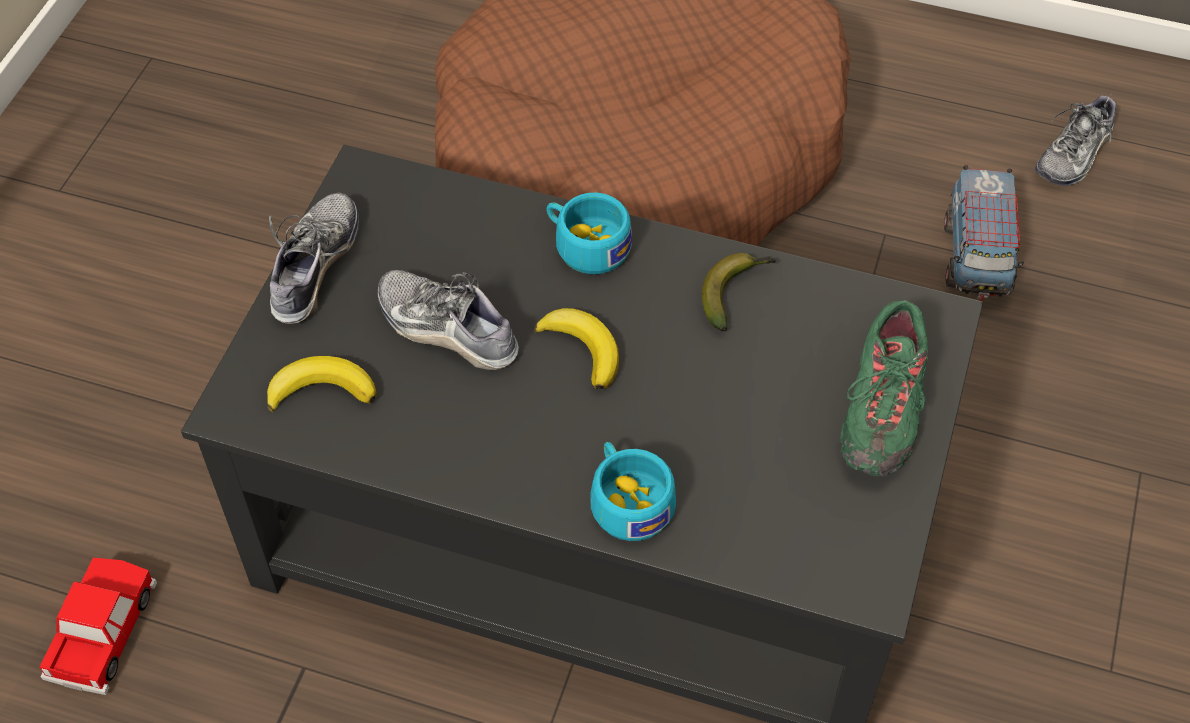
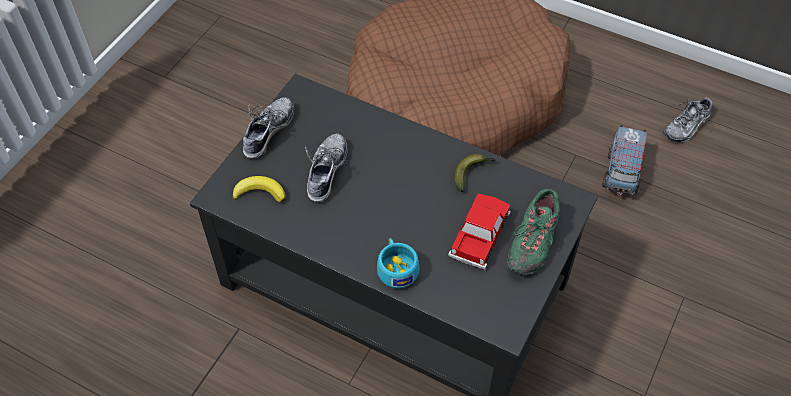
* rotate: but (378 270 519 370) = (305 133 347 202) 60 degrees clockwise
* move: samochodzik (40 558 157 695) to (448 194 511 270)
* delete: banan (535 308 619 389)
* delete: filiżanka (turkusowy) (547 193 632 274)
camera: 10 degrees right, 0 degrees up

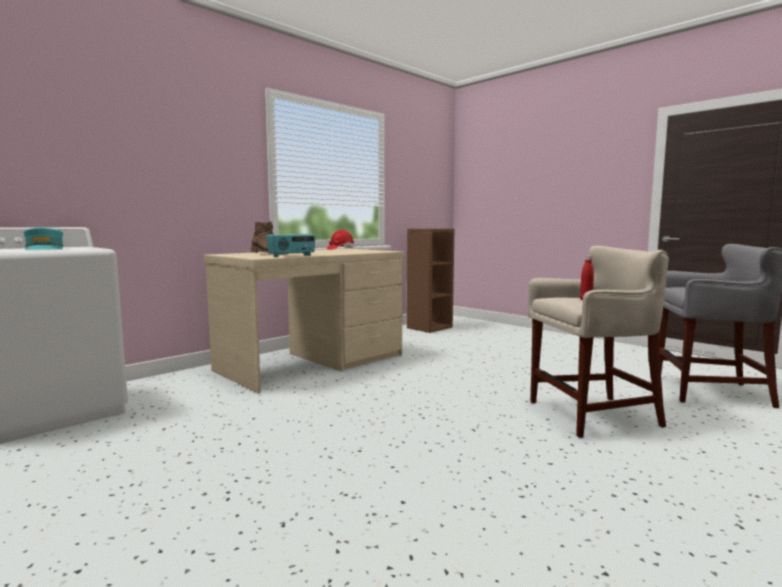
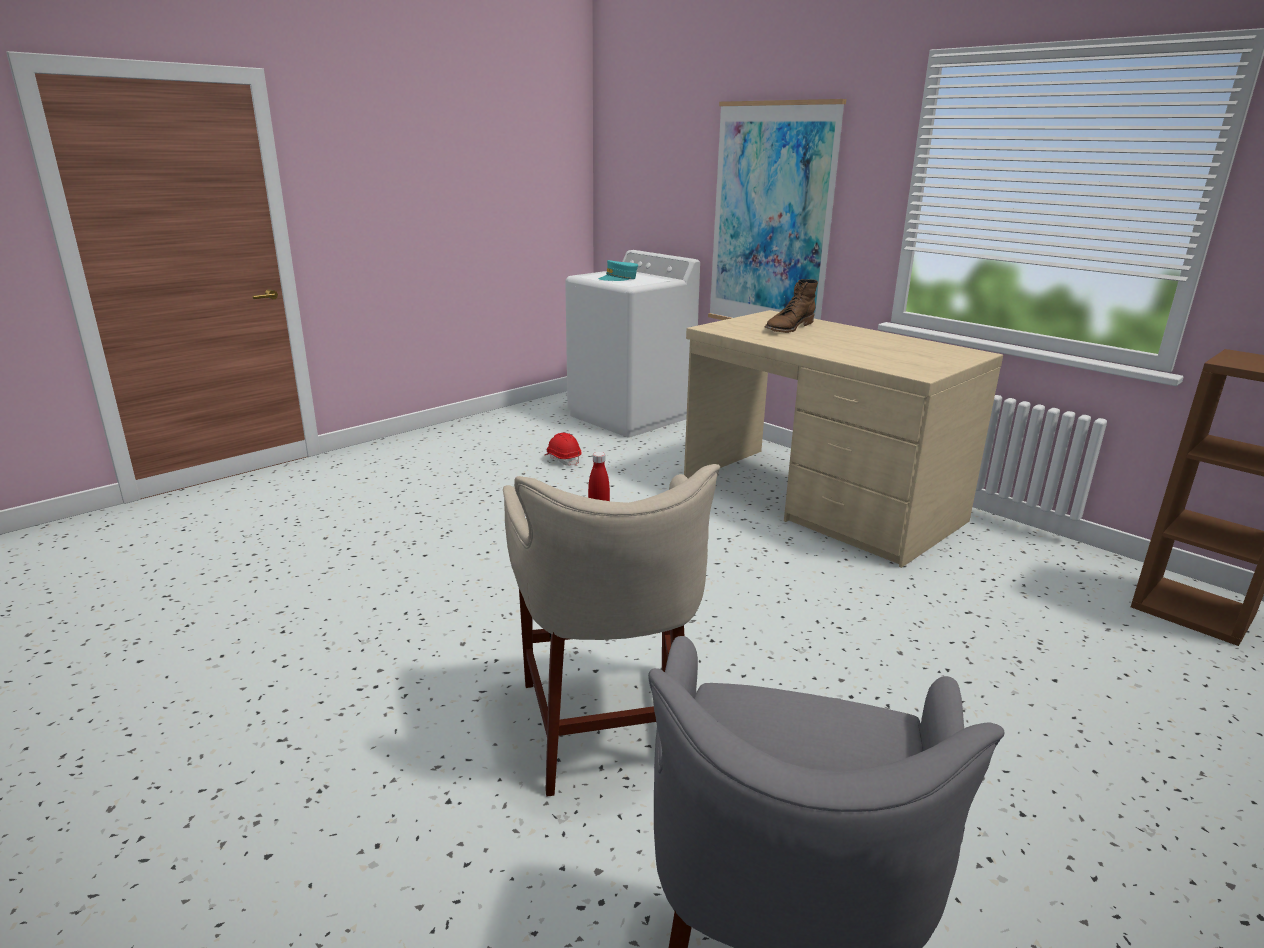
* move: kask (czerwony) (326 230 354 250) to (545 433 582 466)
* insert: obraz (708 99 846 320)
* delete: radio (266 234 316 257)
camera: 90 degrees right, 15 degrees up

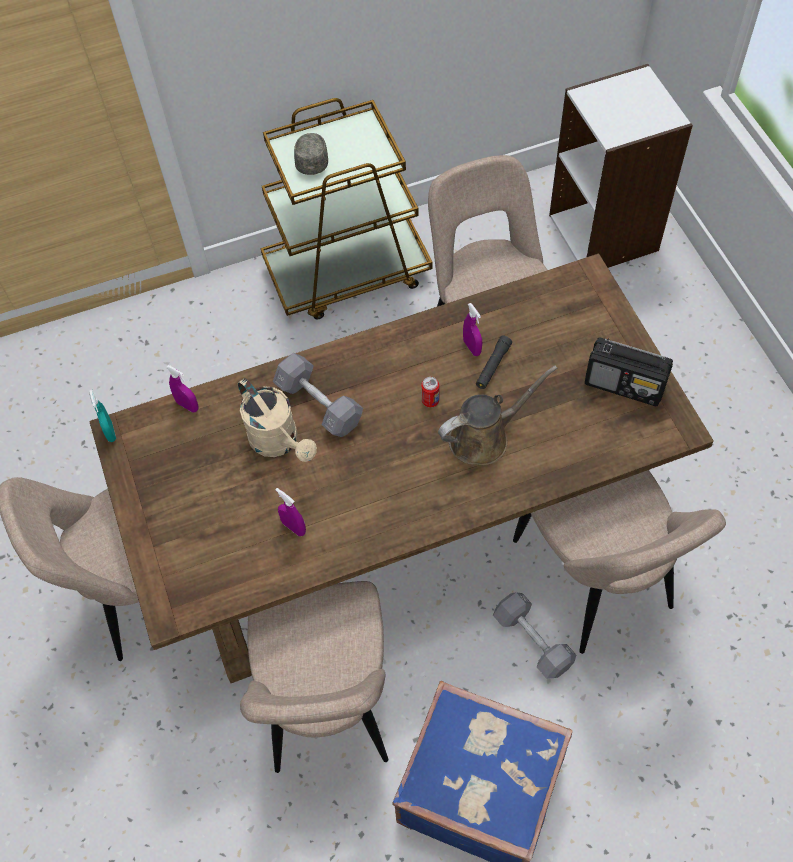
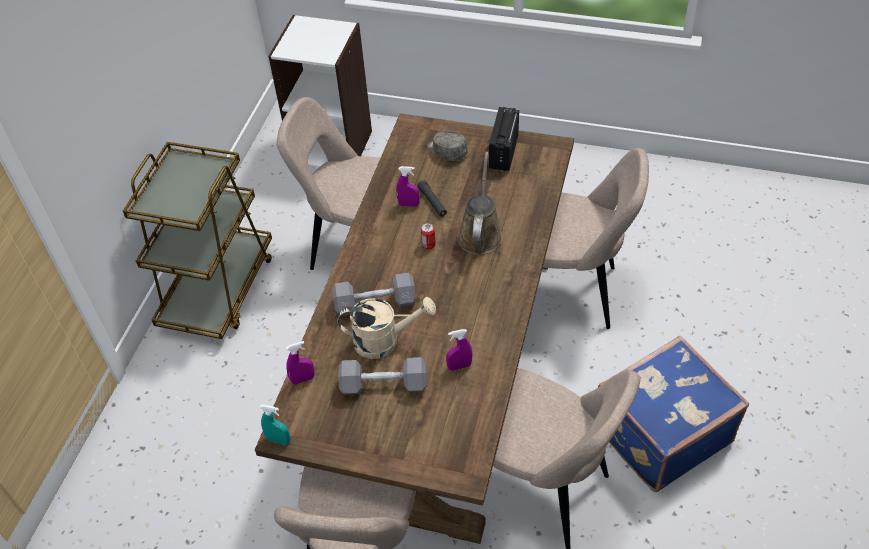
* move: hantel (szary) (493 592 576 679) to (338 357 427 394)
* move: czapka z daszkiem (szary) (294 133 328 175) to (427 131 468 161)
* rotate: radio (585 337 673 406) = (488 107 519 171) 135 degrees clockwise
camera: 55 degrees left, 10 degrees down

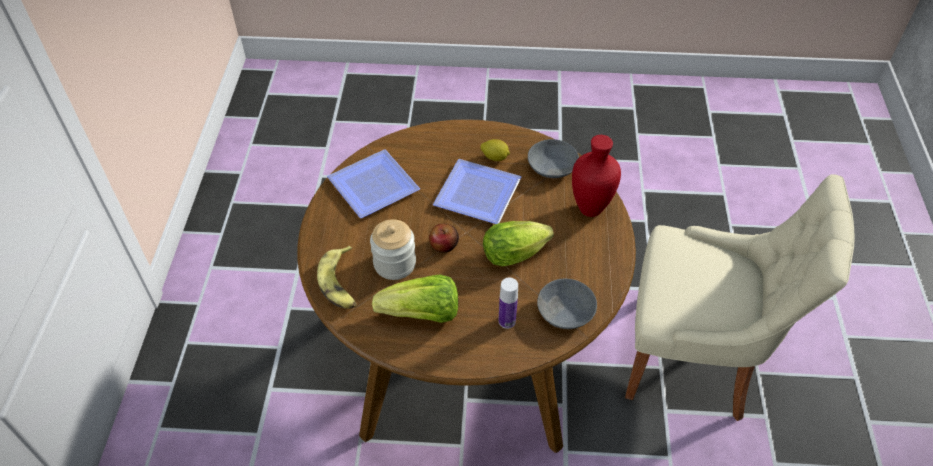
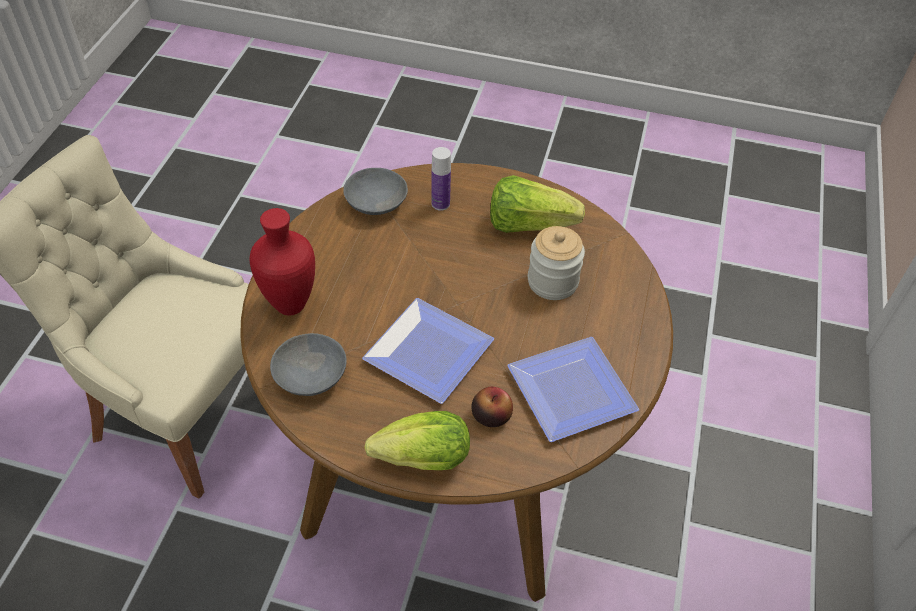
* move: sałata (483 221 554 266) to (364 411 470 470)
* move: jabłko (429 223 459 252) to (471 387 513 427)
* delete: banan (317 246 357 309)
* delete: cytryna (481 139 510 161)
camera: 170 degrees left, 0 degrees up

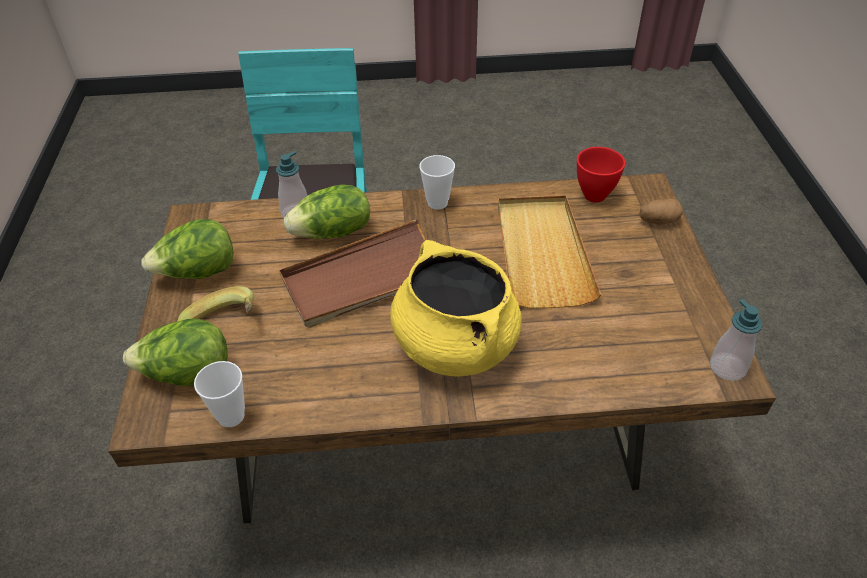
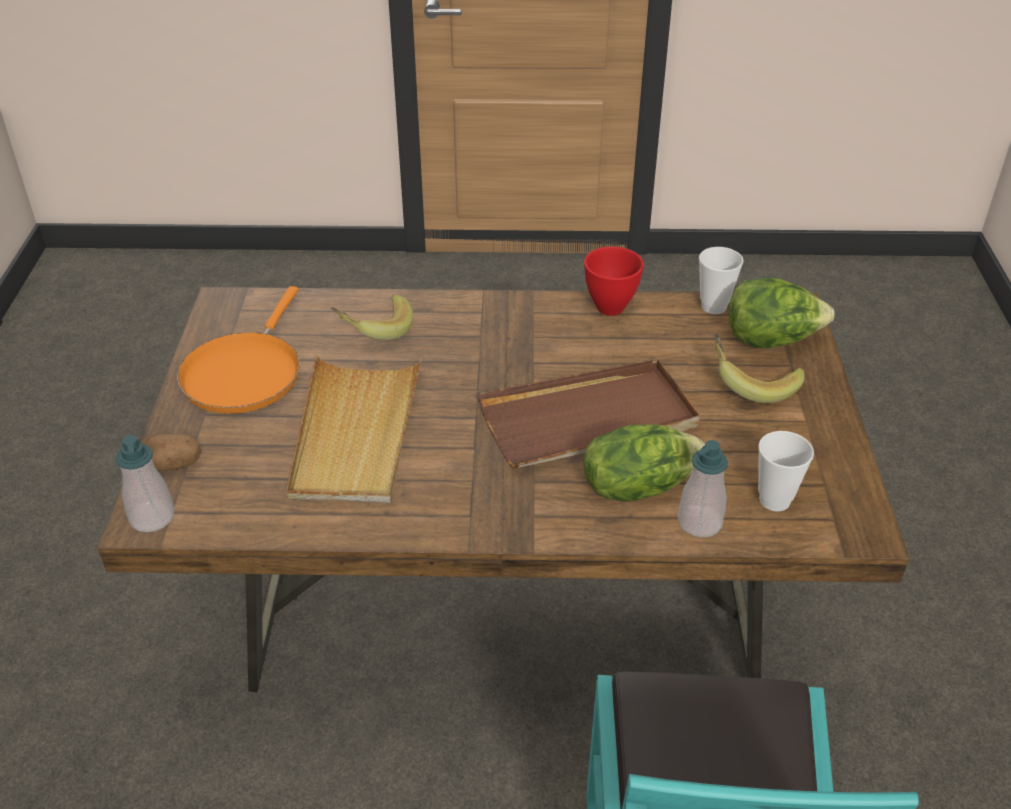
* move: dozownik mydła (710 299 763 381) to (116 435 175 532)
* insert: patelnia (pomarańczowy) (177 286 300 414)
* insert: banan (330 294 413 340)
* move: miska (czerwony) (577 147 625 203) to (584 246 644 316)
* move: filiżanka (419 155 455 210) to (758 431 814 511)
* delete: sałata (142 219 234 279)
* delete: garnek (żółty) (390 240 522 377)
camera: 175 degrees left, 5 degrees down

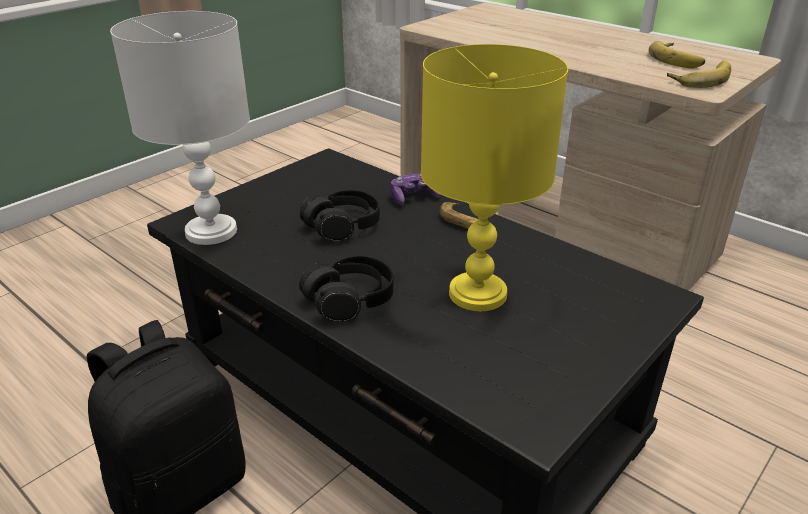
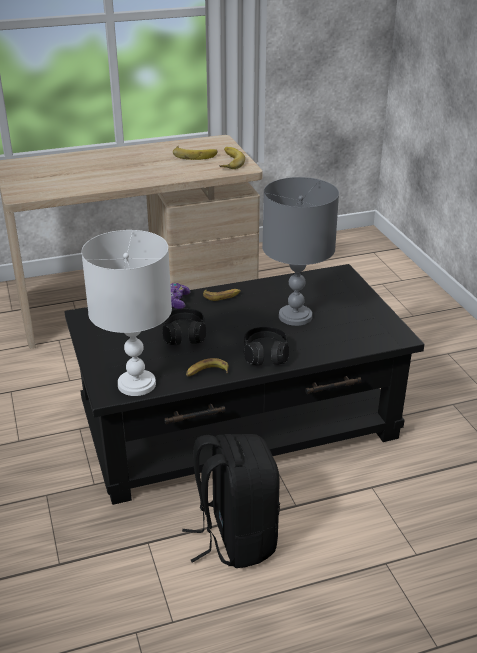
* insert: banan (186 358 229 377)
* recolor: lampa stołowa (żółty) (421 44 568 311) to lampa stołowa (szary) (262 177 339 326)
camera: 60 degrees left, 0 degrees up

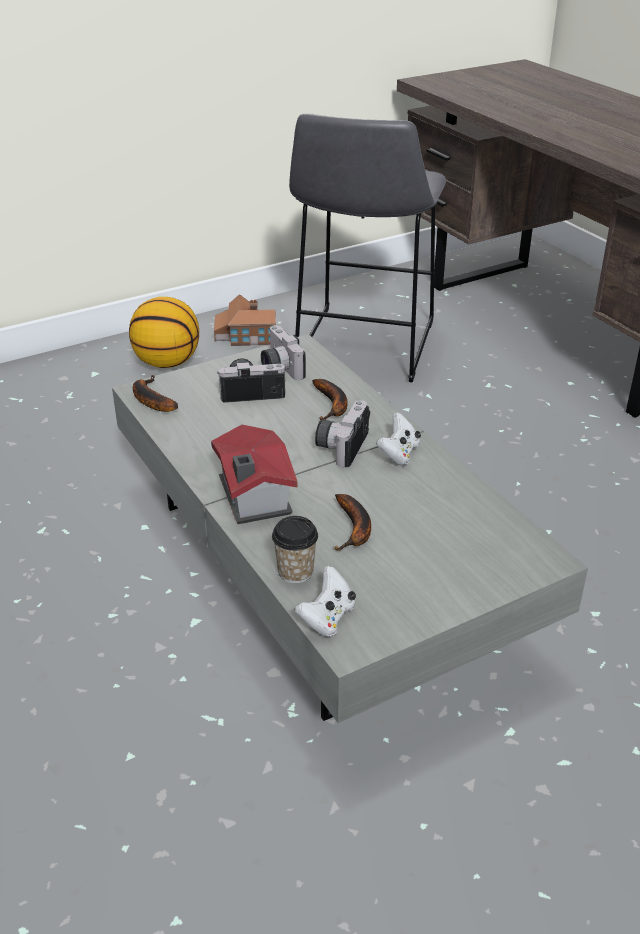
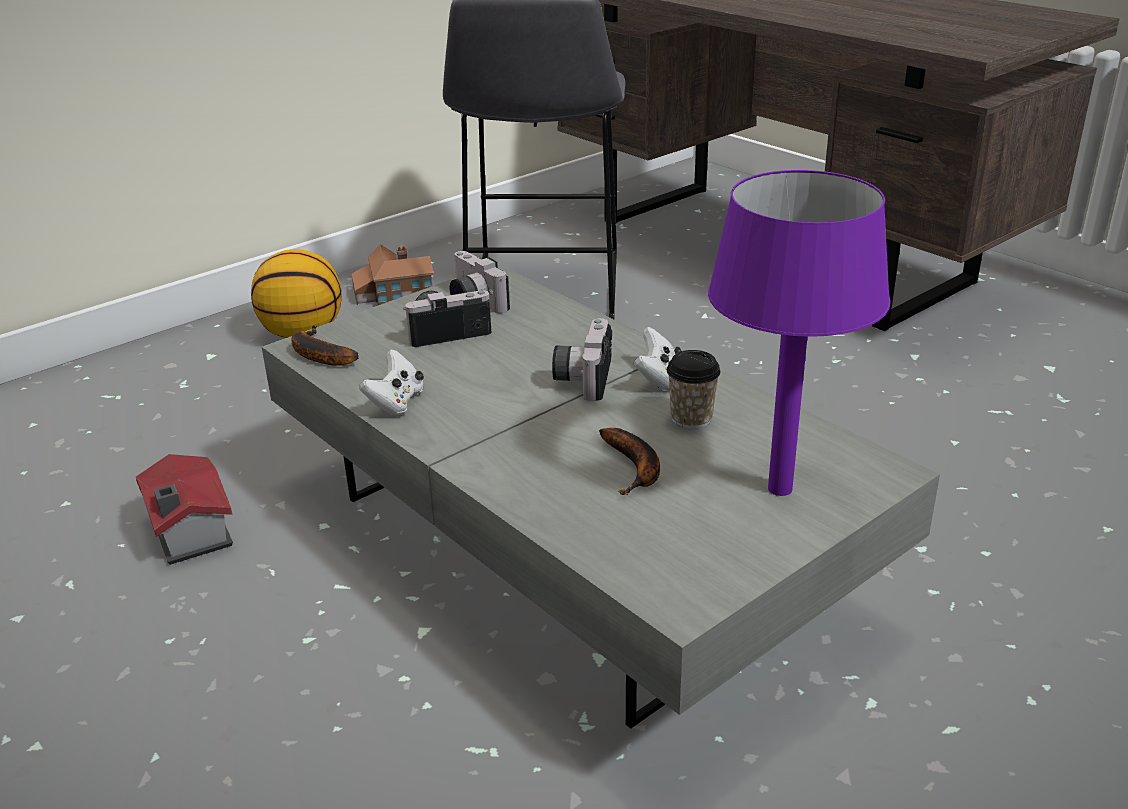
* move: domek (211 425 298 524) to (136 454 233 565)
* move: pad do gier (biały) (295 566 356 637) to (359 349 424 416)
* move: filiżanka (272 516 318 583) to (667 350 721 429)
* insert: lampa stołowa (fioletowy) (708 170 890 496)
* delete: banan (312 379 348 420)
camera: 10 degrees left, 5 degrees down

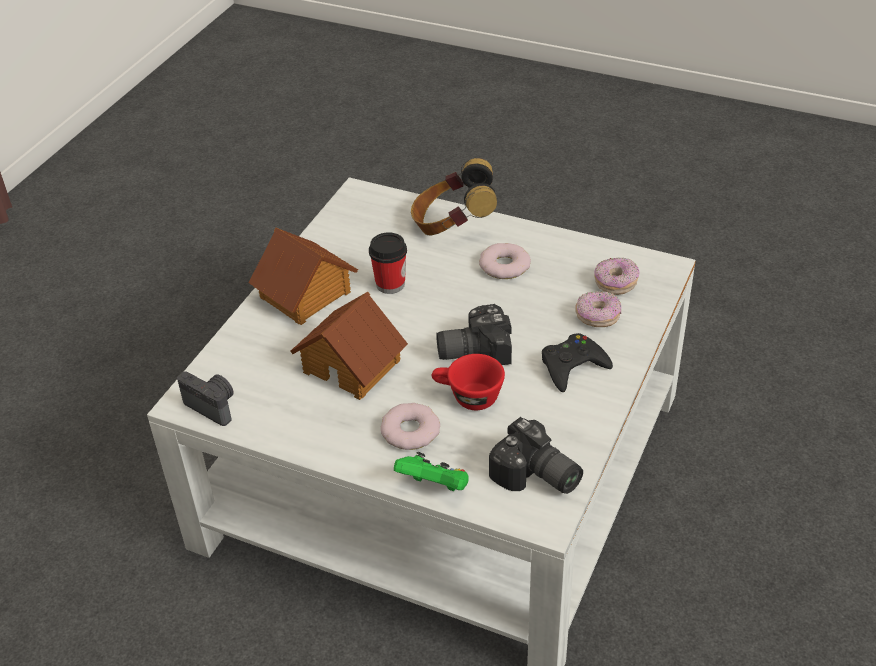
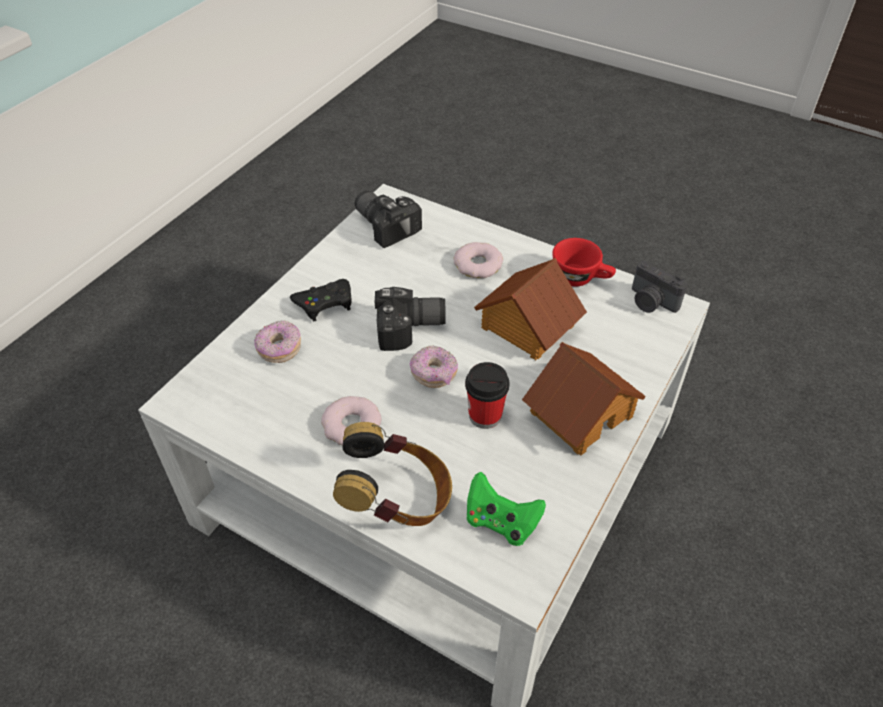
* move: donut (594 258 640 295) to (410 345 458 388)
* move: pad do gier (zielony) (394 452 469 491) to (466 472 546 546)
* move: filiżanka (czerwony) (432 354 505 410) to (552 238 616 287)
camera: 175 degrees left, 5 degrees up

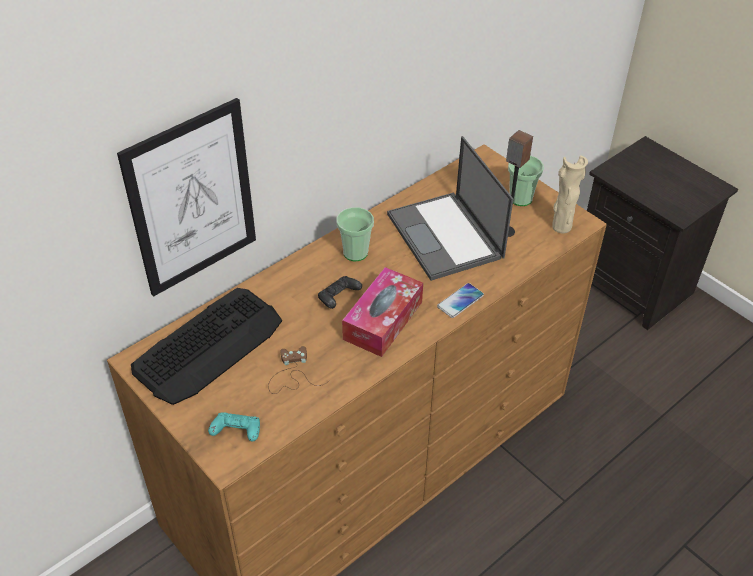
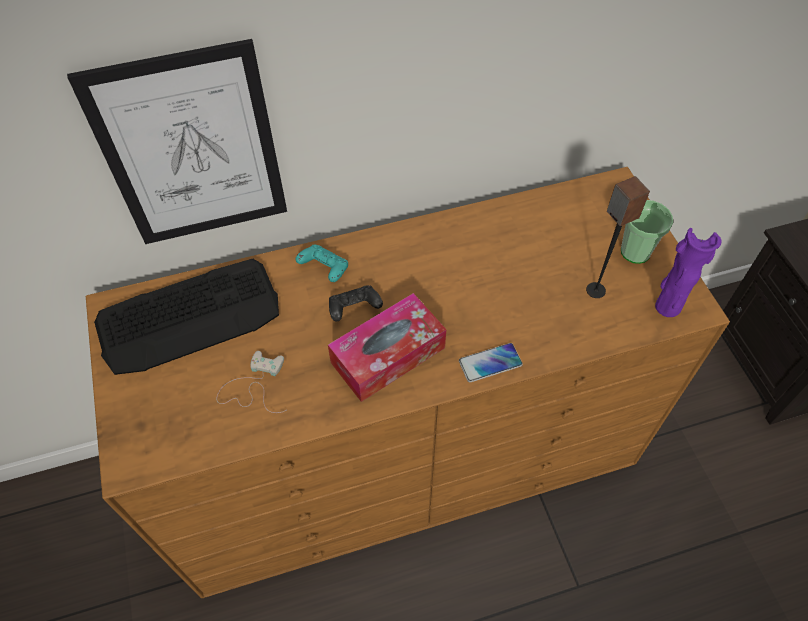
* recolor: pad do gier (brązowy) (268 346 330 394) to pad do gier (biały) (217 351 286 413)
* move: pad do gier (turkusowy) (208 412 260 441) to (295 245 348 282)
* recolor: wazon (beżowy) (552 155 588 233) to wazon (fioletowy) (655 228 722 317)
* delete: filiżanka (337 207 374 261)
* delete: laptop (387 136 513 281)
camera: 25 degrees right, 10 degrees up

